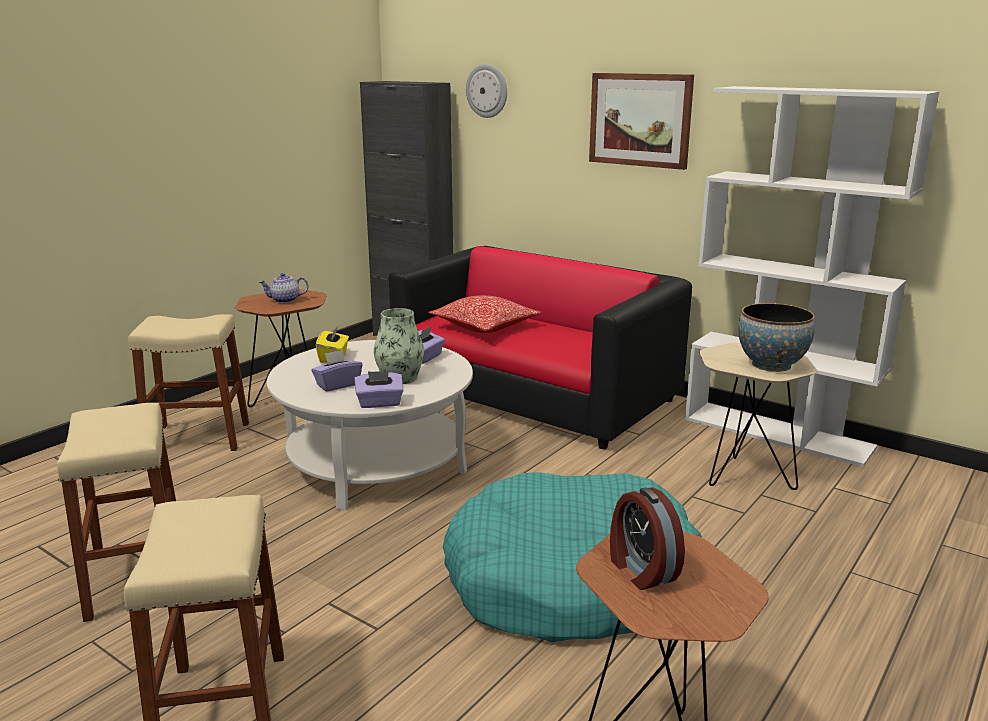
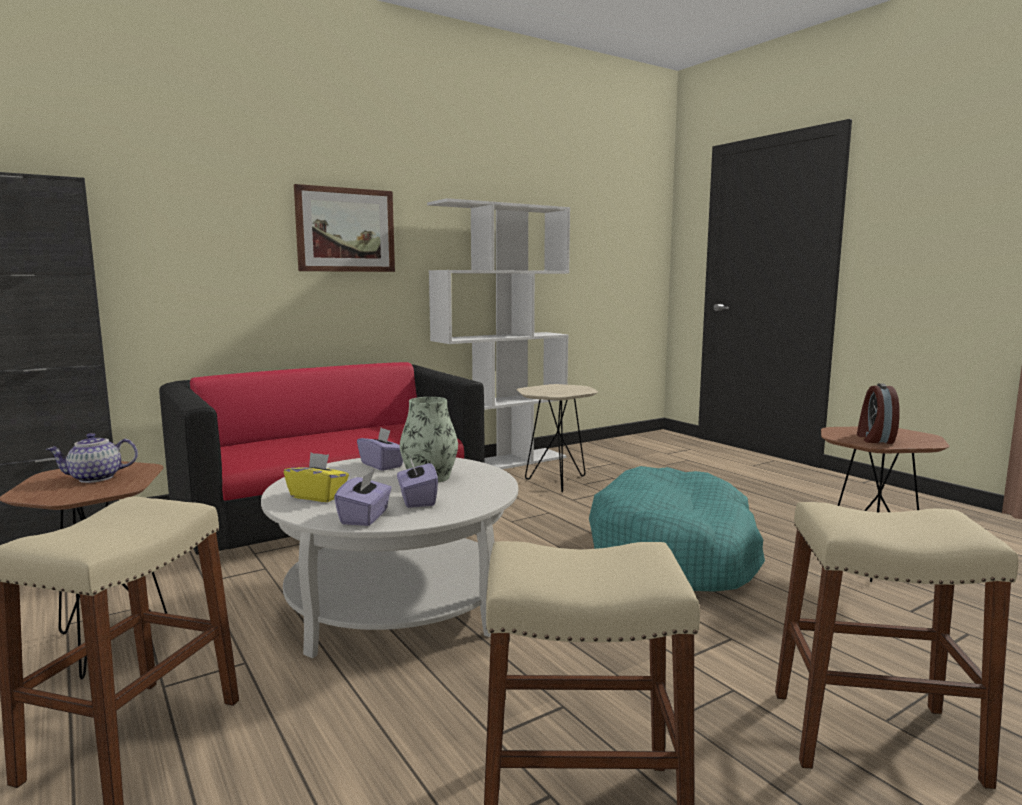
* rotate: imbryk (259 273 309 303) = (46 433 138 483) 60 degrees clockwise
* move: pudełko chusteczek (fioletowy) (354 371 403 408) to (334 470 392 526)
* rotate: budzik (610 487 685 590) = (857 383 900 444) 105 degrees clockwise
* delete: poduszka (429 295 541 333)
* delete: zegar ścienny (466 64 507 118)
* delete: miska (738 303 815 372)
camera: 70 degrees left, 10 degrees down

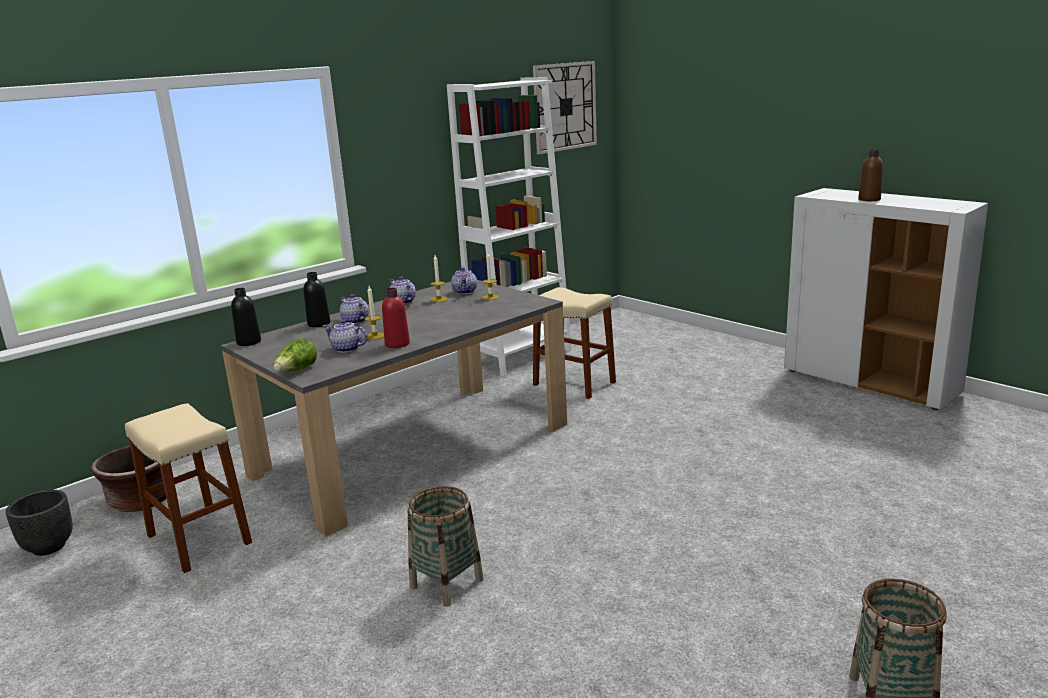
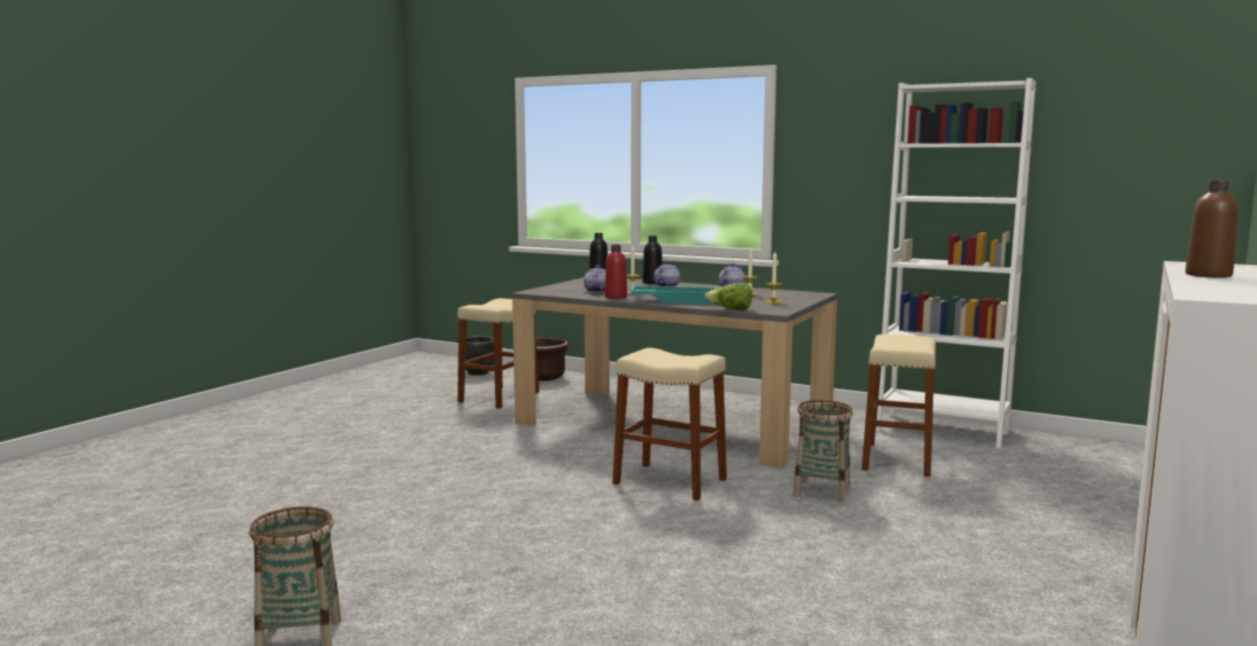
* insert: stołek (beżowy) (613 348 727 501)
* insert: taca (turkusowy) (629 286 718 304)
* move: sałata (274 338 317 371) to (705 283 752 310)
* move: koszyk (408 486 484 607) to (793 400 853 502)
* delete: imbryk (451 267 477 294)
* delete: zegar ścienny (533 61 597 154)
camera: 70 degrees right, 10 degrees down

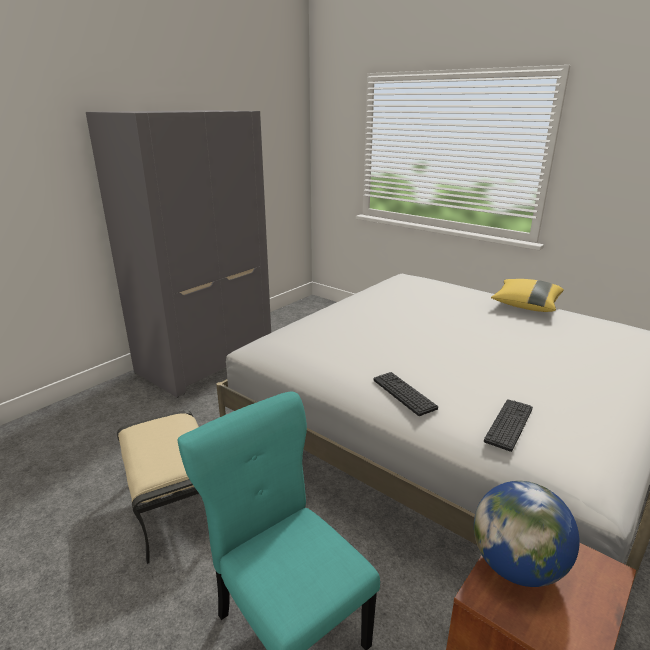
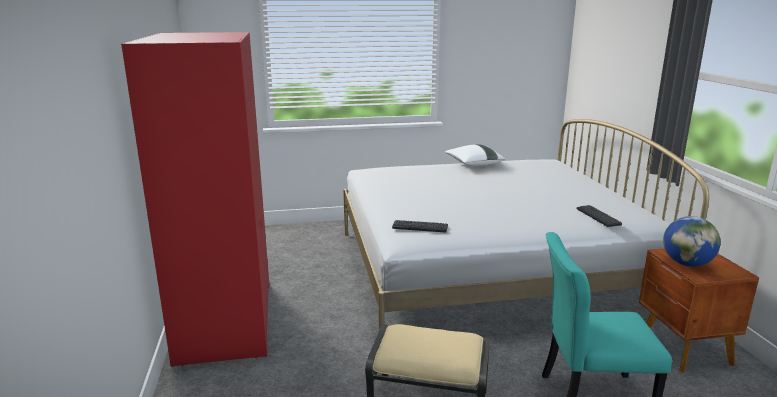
* recolor: szafa (szary) (86 110 271 398) to szafa (czerwony) (121 32 269 367)
* move: klawiatura (374 372 438 416) to (392 220 448 233)
* recolor: poduszka (żółty) (491 279 564 312) to poduszka (biały) (445 144 505 166)
camera: 50 degrees left, 5 degrees down

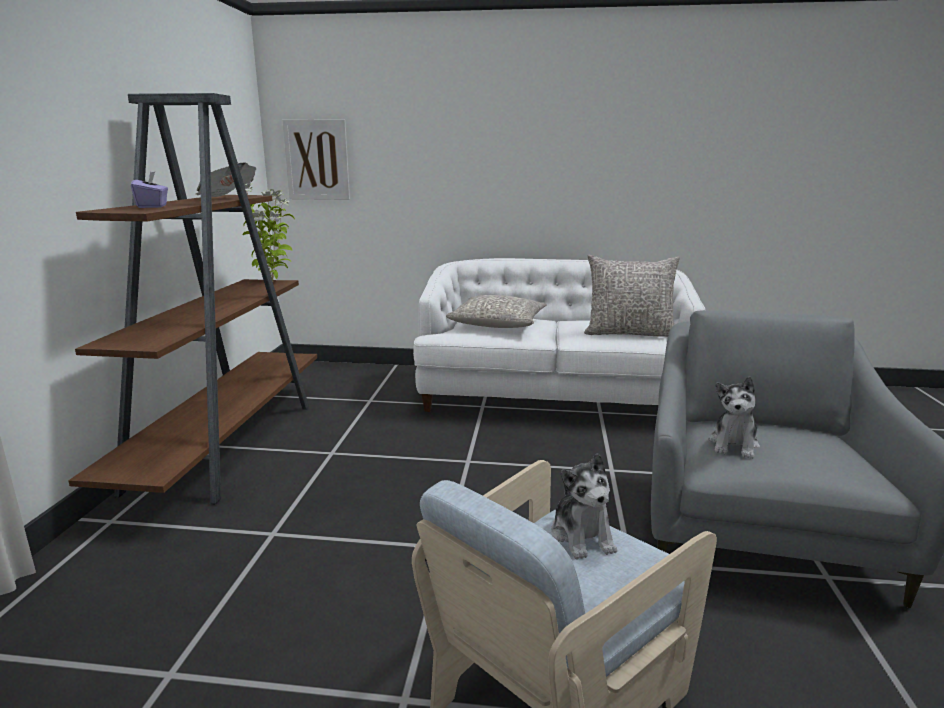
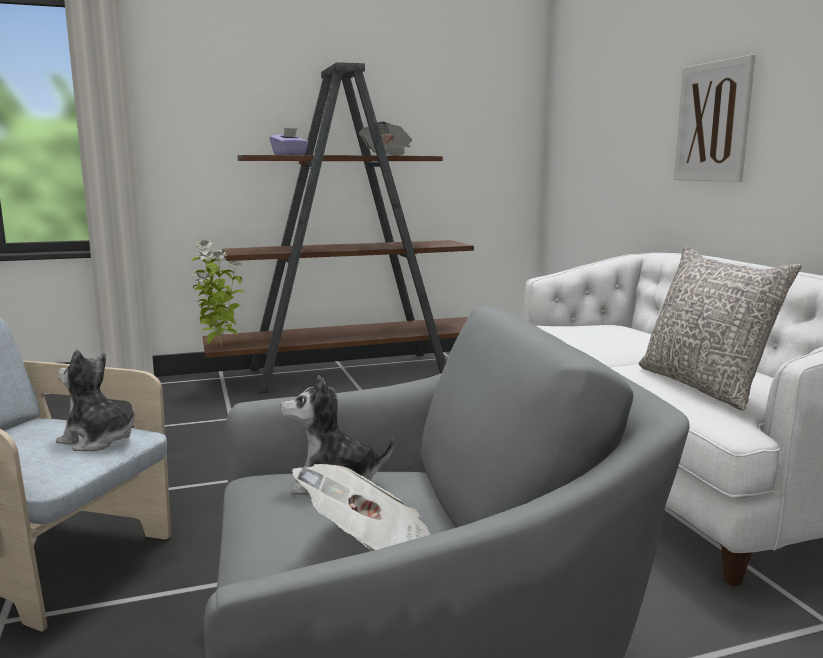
* rotate: pluszak (551 453 617 560) = (56 349 135 451) 60 degrees clockwise
* move: roślina doniczkowa (243 182 295 282) to (192 240 244 346)
* insert: gazeta (292 464 431 551)
* move: obraz (283 120 350 200) to (674 55 756 182)
* delete: poduszka (szary) (446 295 547 328)
camera: 65 degrees right, 5 degrees down

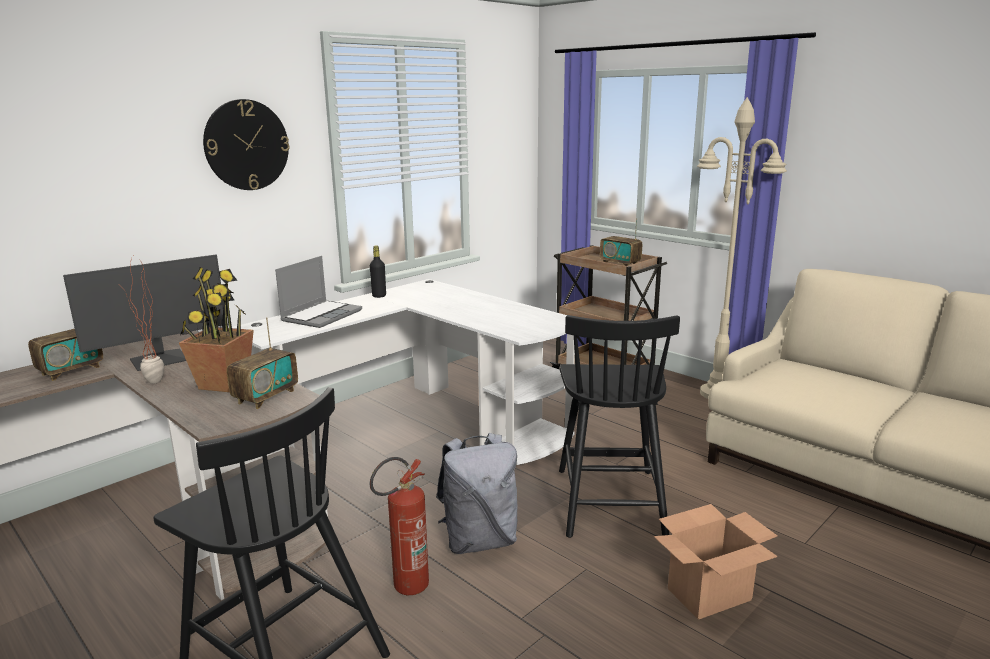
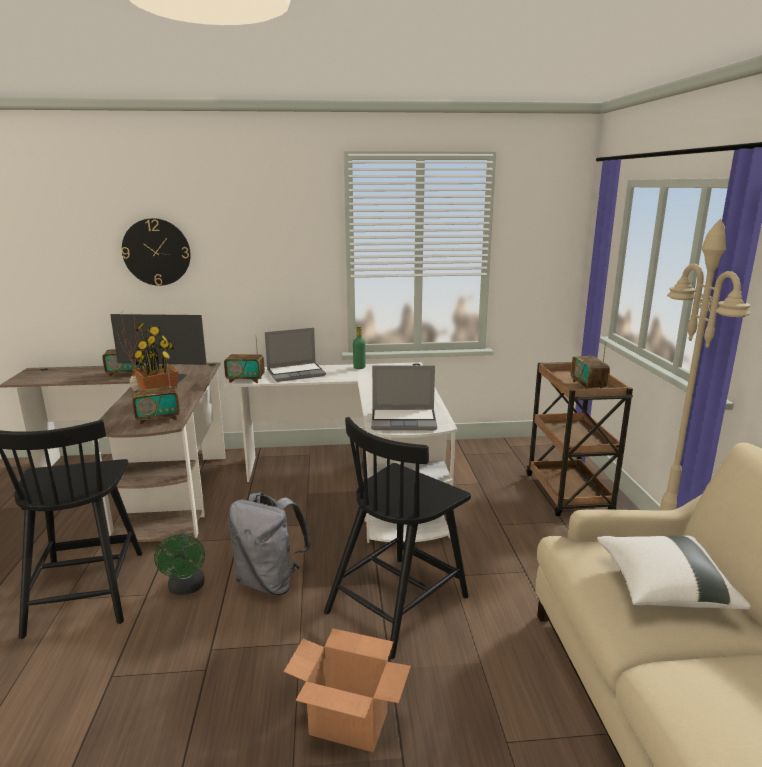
* move: zegar ścienny (203 99 290 190) to (121 218 191 286)
* replace: gaśnica (370 457 429 595) to wentylator (zielony) (154 533 205 595)
* insert: radio (224 336 265 383)
* recolor: butelka (czarny) (370 245 386 298) to butelka (zielony) (353 326 366 369)
* insert: laptop (371 366 437 430)
* insert: poduszka (biały) (597 536 751 609)
camera: 40 degrees right, 0 degrees up

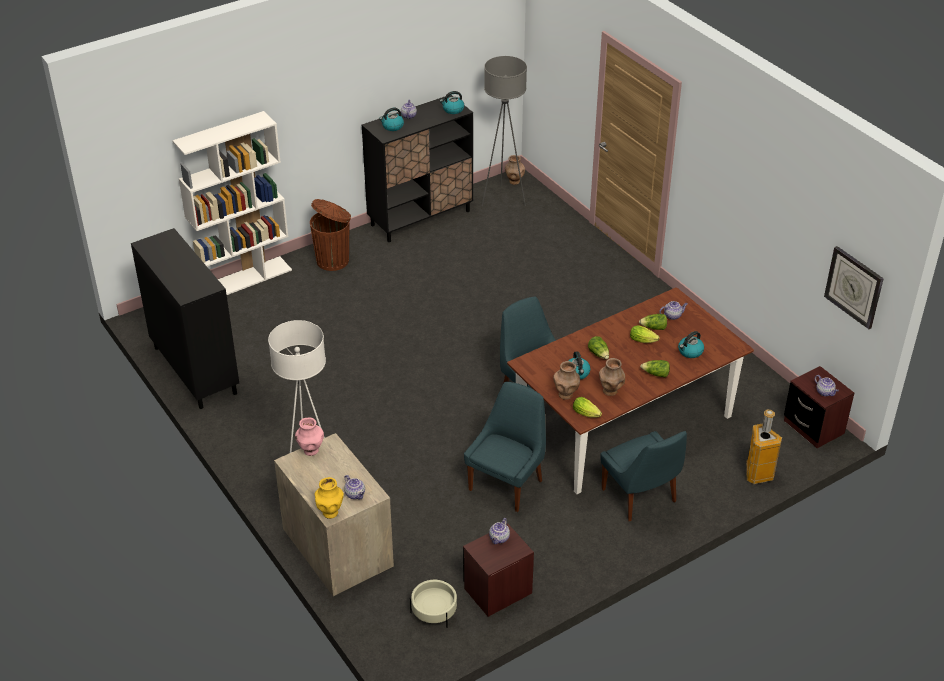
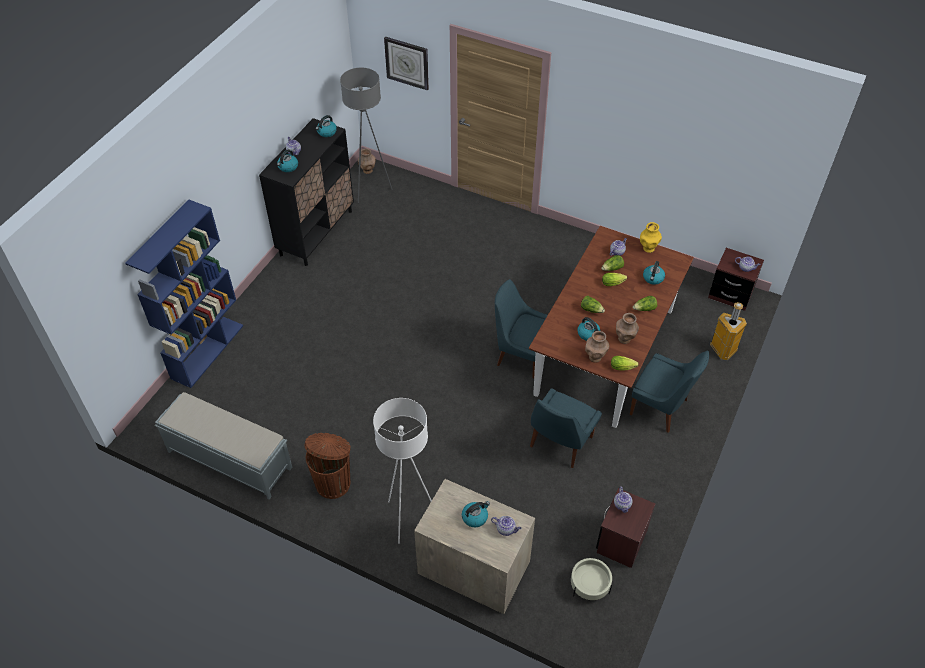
* recolor: regał (biały) (172 111 292 295) to regał (niebieski) (125 200 243 388)
* replace: szafka (czarny) (131 228 239 409) to ławka (szary) (155 392 292 500)
* move: kosz na śmieci (brązowy) (310 199 351 271) to (304 433 351 499)
* move: zegar ścienny (824 246 884 329) to (384 37 429 90)
* insert: czajnik (462 501 490 527)
* rotate: krzesło (niebieski) (464 382 546 512) = (530 388 602 468) 150 degrees counterclockwise
* move: wazon (żółty) (314 477 344 519) to (640 222 662 253)
* delete: wazon (różowy) (295 418 324 456)
camera: 30 degrees left, 10 degrees up

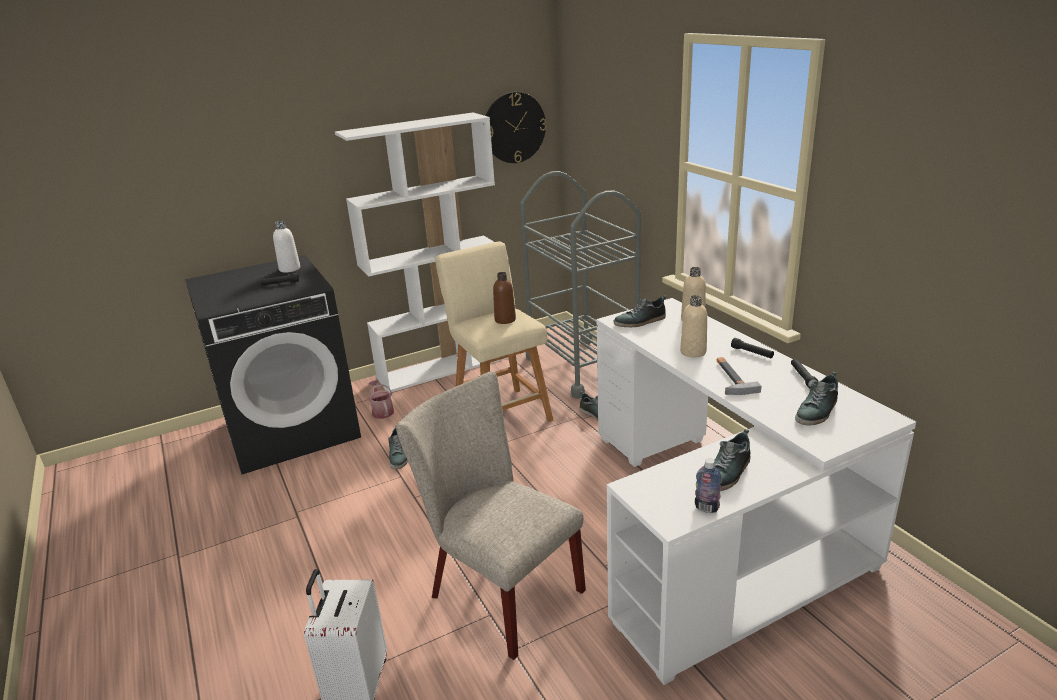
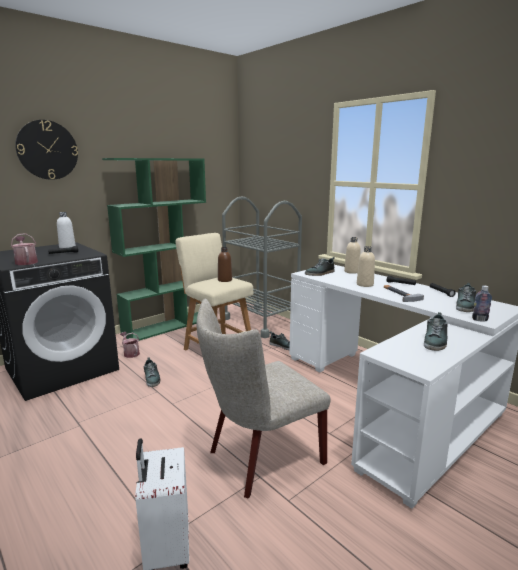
* insert: konewka (11 233 38 265)
* move: zegar ścienny (486 92 546 163) to (15 120 78 180)
* recolor: regał (biały) (335 112 508 392) to regał (zielony) (102 158 206 341)
* rotate: krzesło (beżowy) (396 371 586 660) = (197 299 331 499) 60 degrees counterclockwise
* move: butelka (695 458 722 513) to (472 286 492 322)
camera: 15 degrees left, 10 degrees down

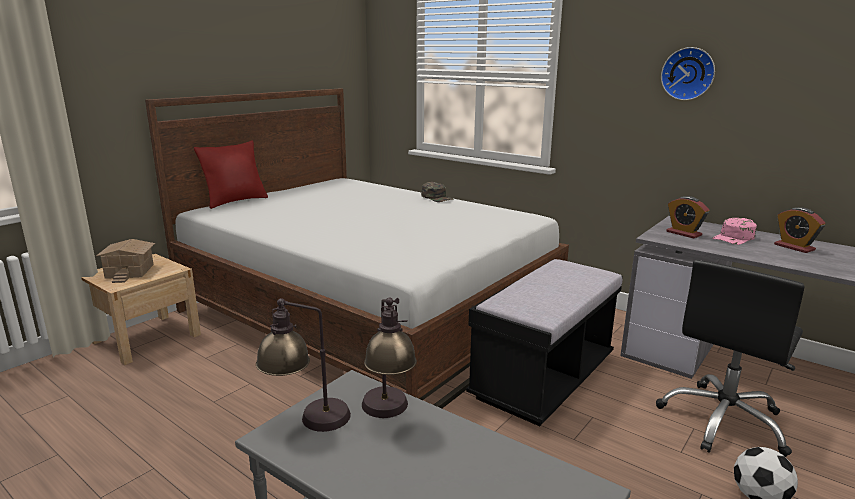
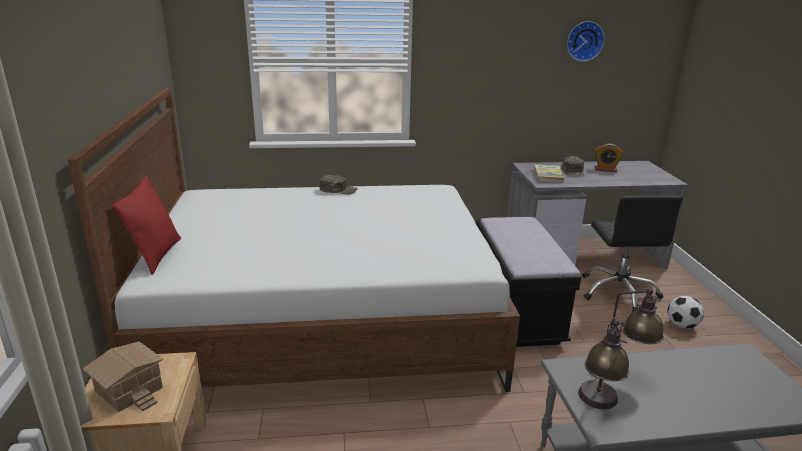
* replace: budzik (666 196 709 238) to książka (534 164 565 183)
* recolor: czapka z daszkiem (różowy) (712 218 757 245) to czapka z daszkiem (zielony) (562 156 585 176)
* move: zegar ścienny (661 47 715 100) to (567 21 605 62)
camera: 45 degrees left, 5 degrees up

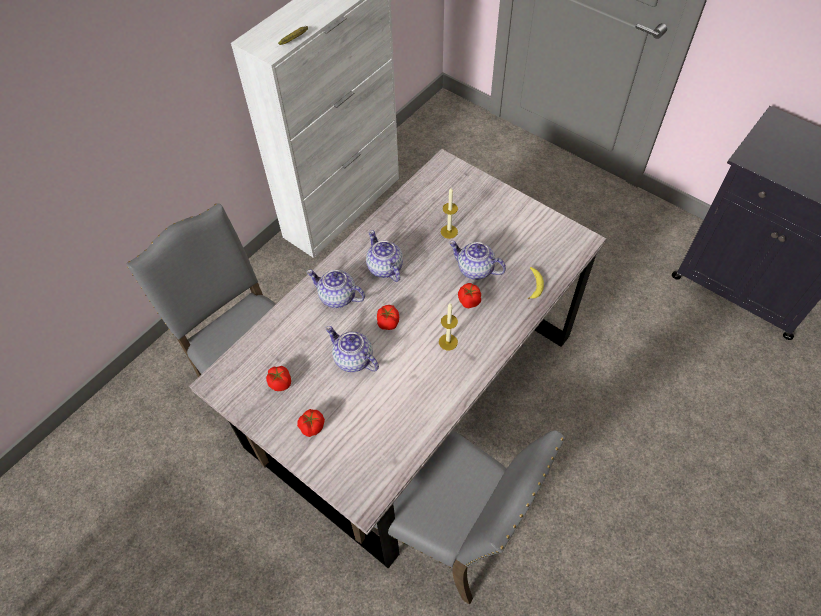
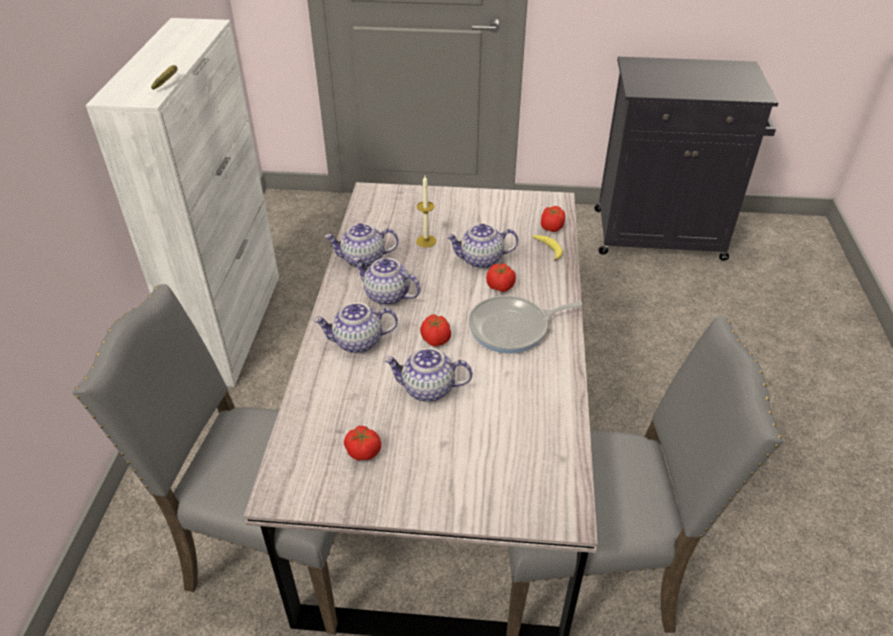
* insert: imbryk (324 223 398 268)
* replace: świeca (439 303 458 351) to patelnia (468 296 582 354)
* move: pomidor (297 409 325 437) to (541 206 565 232)
camera: 35 degrees left, 15 degrees down

